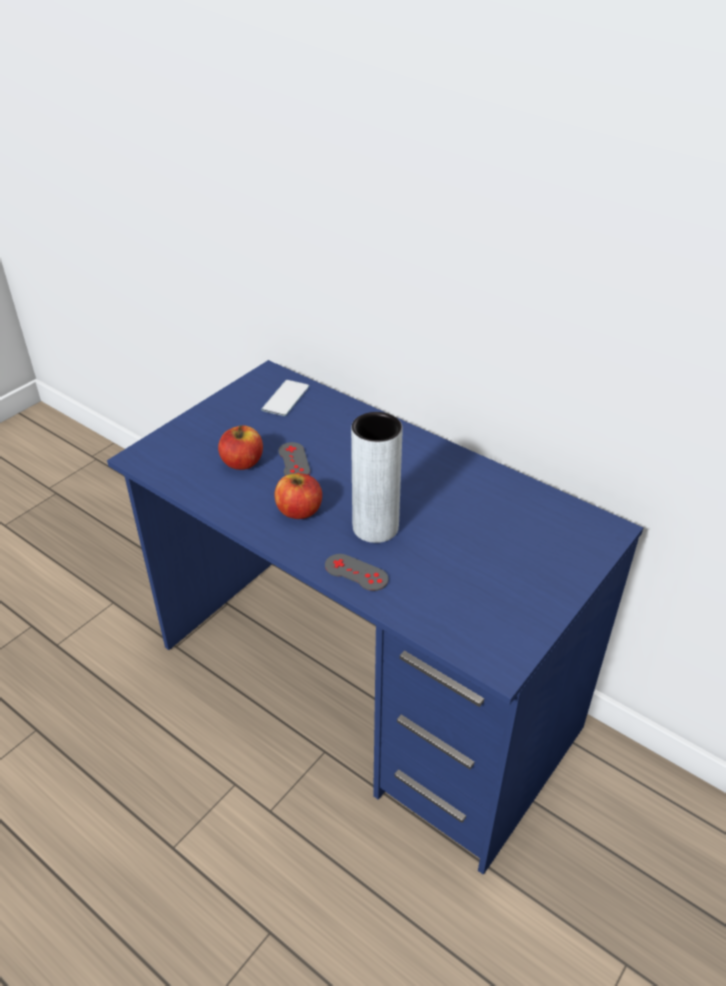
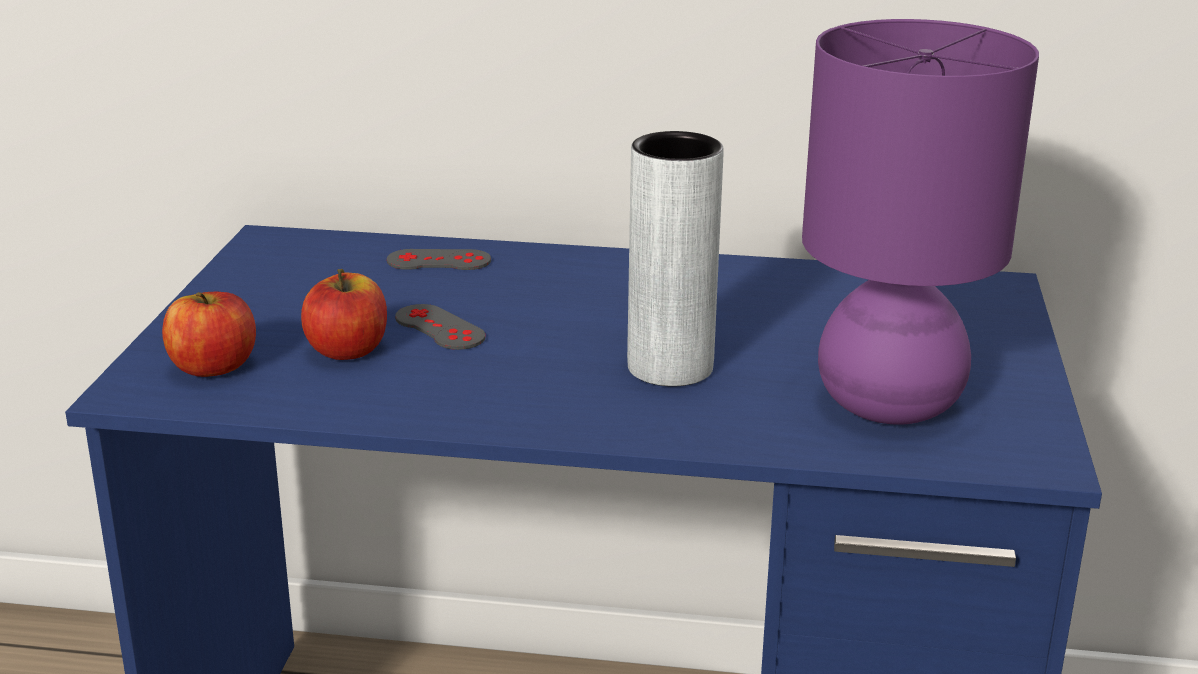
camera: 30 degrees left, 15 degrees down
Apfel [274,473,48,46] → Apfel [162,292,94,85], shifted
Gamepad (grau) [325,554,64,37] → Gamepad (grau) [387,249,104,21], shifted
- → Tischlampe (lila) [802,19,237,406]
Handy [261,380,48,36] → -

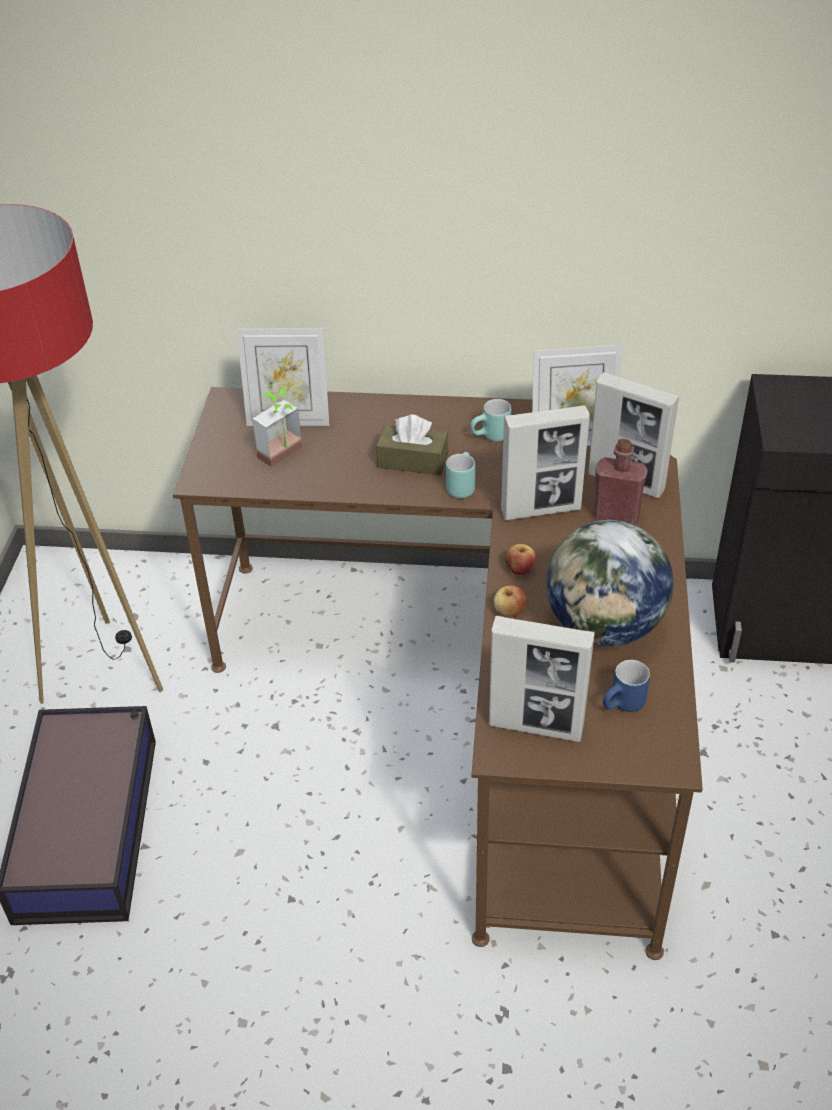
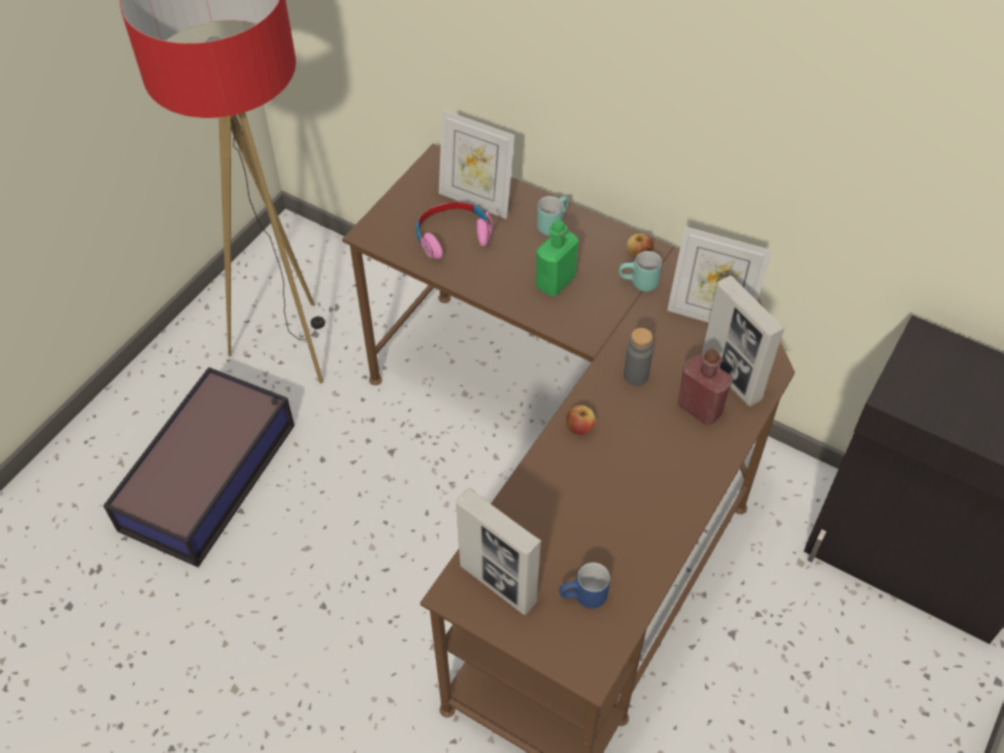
camera: 25 degrees right, 10 degrees up
Topfpflanze [252,388,50,79] → Kopfhörer (rosa) [416,202,77,57]
Taschentuchbox (braun) [376,415,72,61] → Flasche (grün) [536,220,43,76]
Henkelbecher (türkis) [446,452,29,46] → Henkelbecher (türkis) [537,196,31,40], shifted
Bilderrahmen [501,405,89,115] → Flasche (grau) [624,328,29,58]
Apfel [494,585,33,33] → Apfel [626,233,28,26], shifted
Globus [546,520,128,127] → -

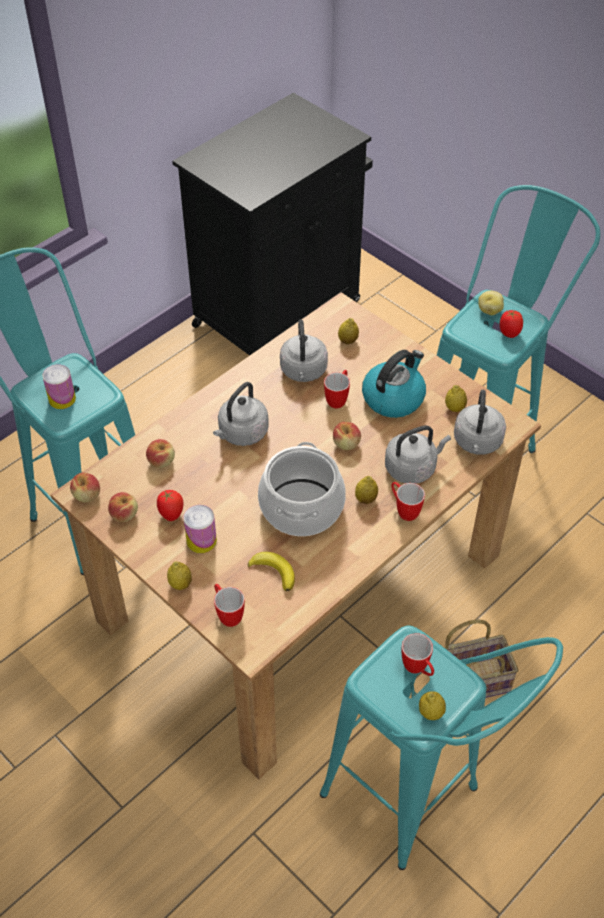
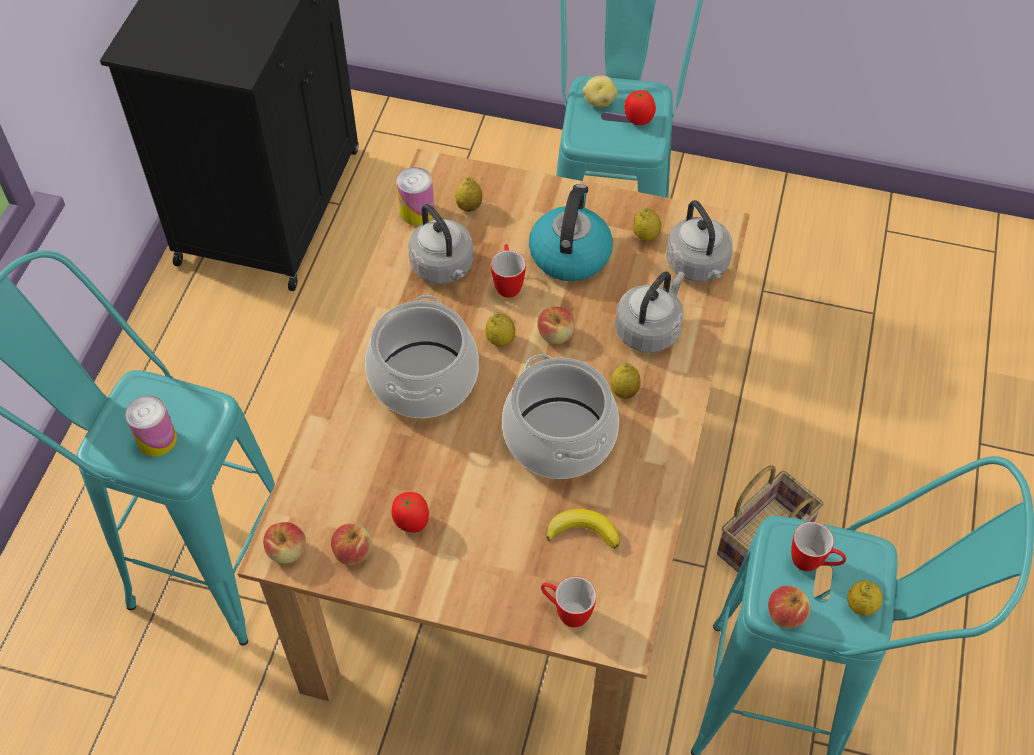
camera: 30 degrees left, 5 degrees up
Wasserkessel (grau) [213,382,56,64] → Kochtopf [365,295,114,123]
Dose [183,505,34,48] → Dose [396,167,38,58], shifted
Zitrone [167,561,25,29] → Zitrone [486,312,29,35], shifted
Apfel [146,439,29,29] → Apfel [768,586,42,42], shifted
Henkelbecher [391,482,34,39] → -

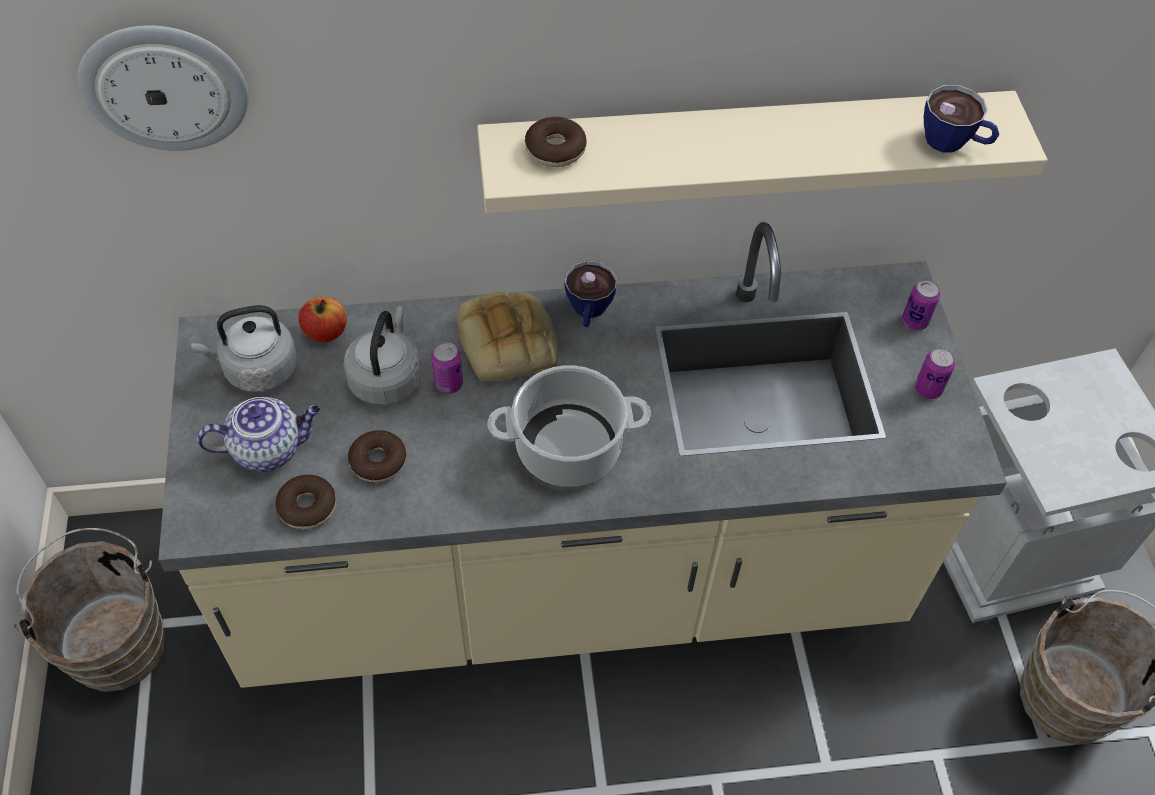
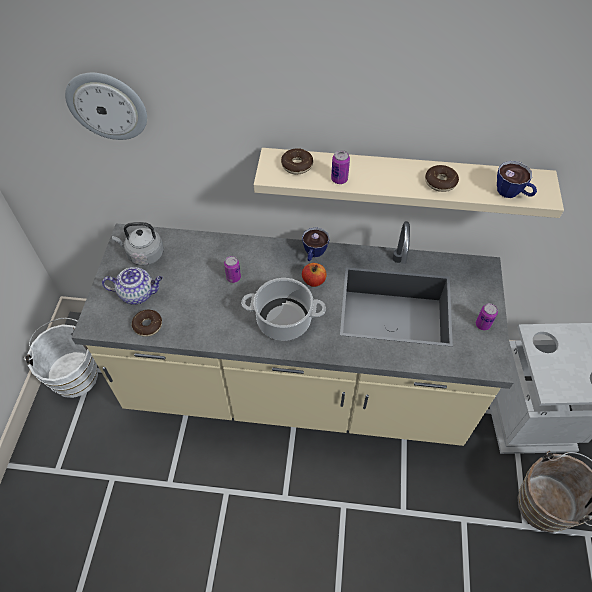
camera: 15 degrees right, 0 degrees up
Eimer (braun) [14,528,151,164] → Eimer (weiß) [24,318,74,80]
Apfel [299,297,48,46] → Apfel [302,263,25,24], shifted
Dose [902,279,38,51] → Dose [331,150,19,34], shifted
Donut [348,430,58,52] → Donut [425,165,34,27], shifted
Wasserkessel (grau) [344,306,77,99] → -
Brot [457,292,101,90] → -

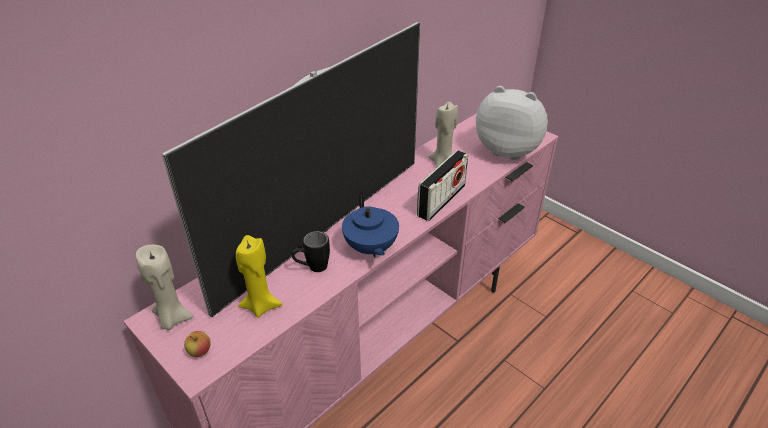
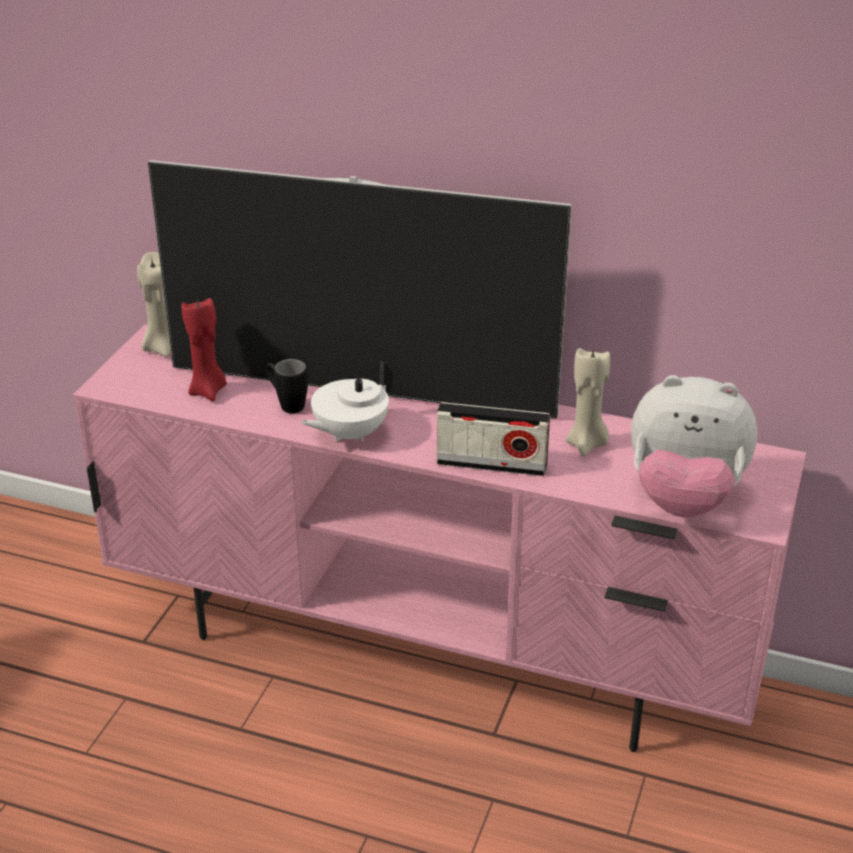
camera: 65 degrees right, 5 degrees down
Kerze (gelb) [236,235,46,83] → Kerze (rot) [181,298,46,103]
Teekanne (blau) [342,191,57,67] → Teekanne (weiß) [301,361,92,81]
Plüschtier [476,86,72,74] → Plüschtier [631,375,126,142], 105 degrees clockwise
Apfel [184,331,27,26] → -

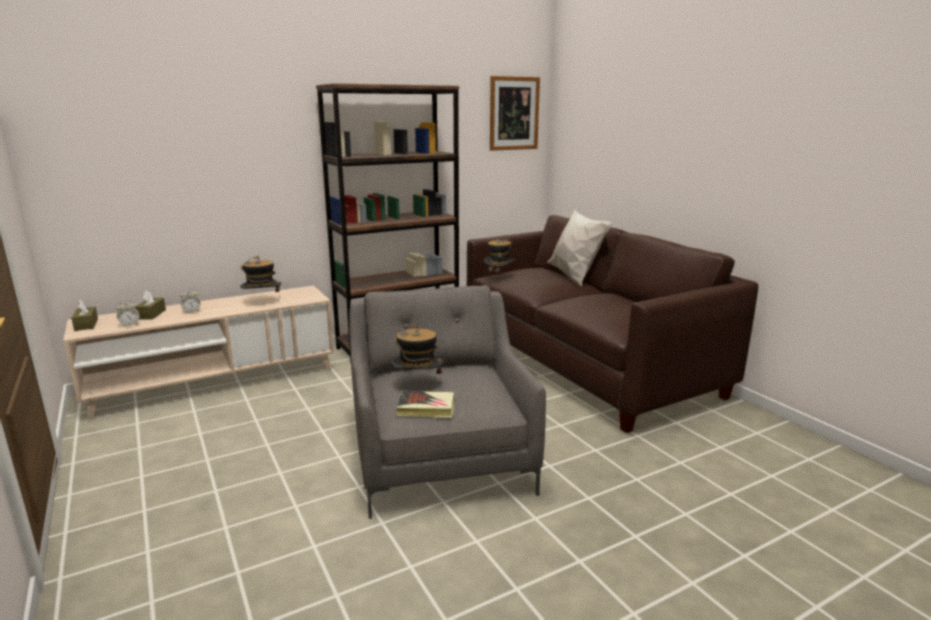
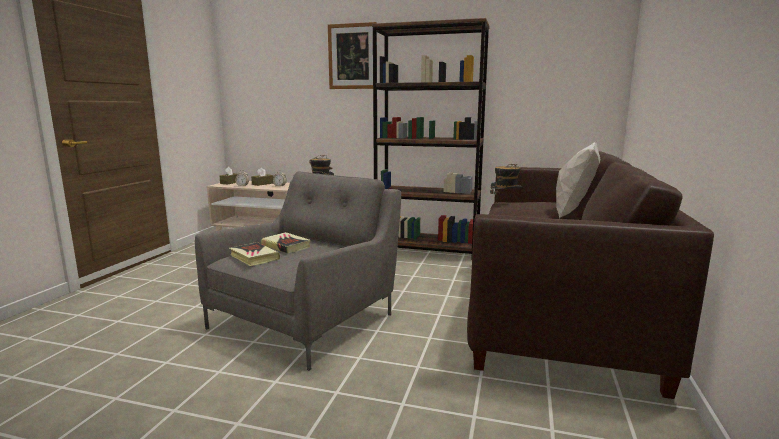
camera: 45 degrees right, 5 degrees down
Hut [392,322,53,58] → Buch [261,232,50,22]
Bild [490,76,50,75] → Bild [328,22,49,67], shifted

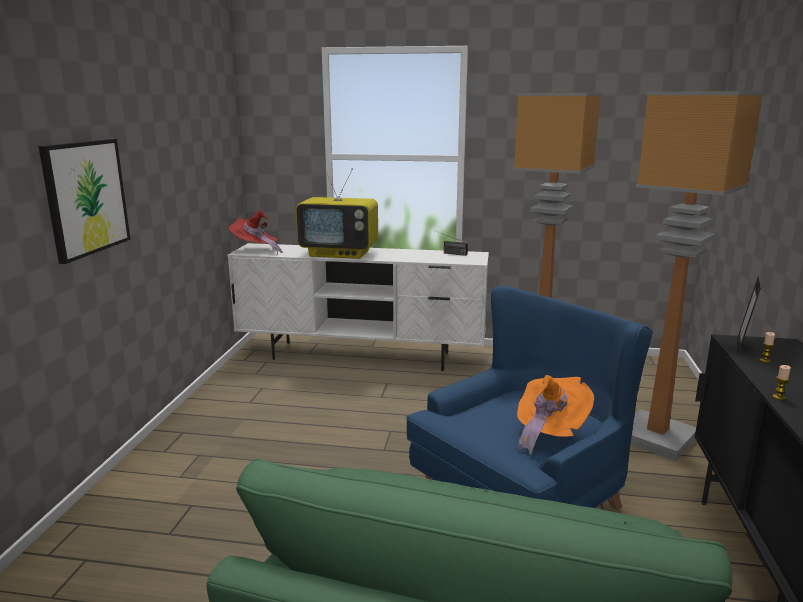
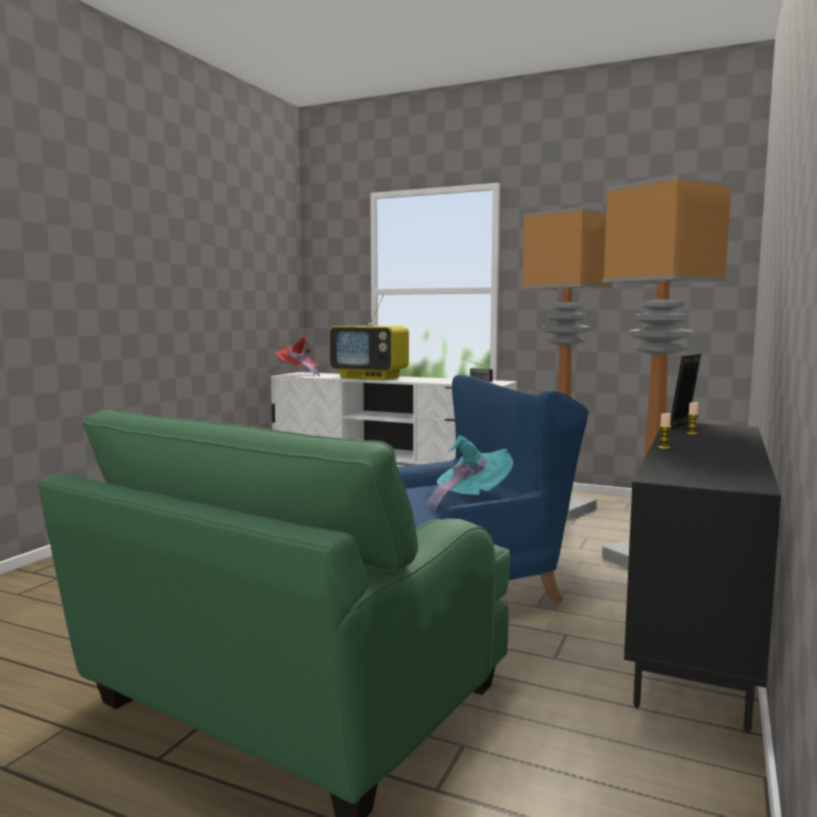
camera: 15 degrees right, 10 degrees down
Hut (orange) [517,375,77,80] → Hut (türkis) [426,435,87,75]
Bild [39,139,92,125] → -

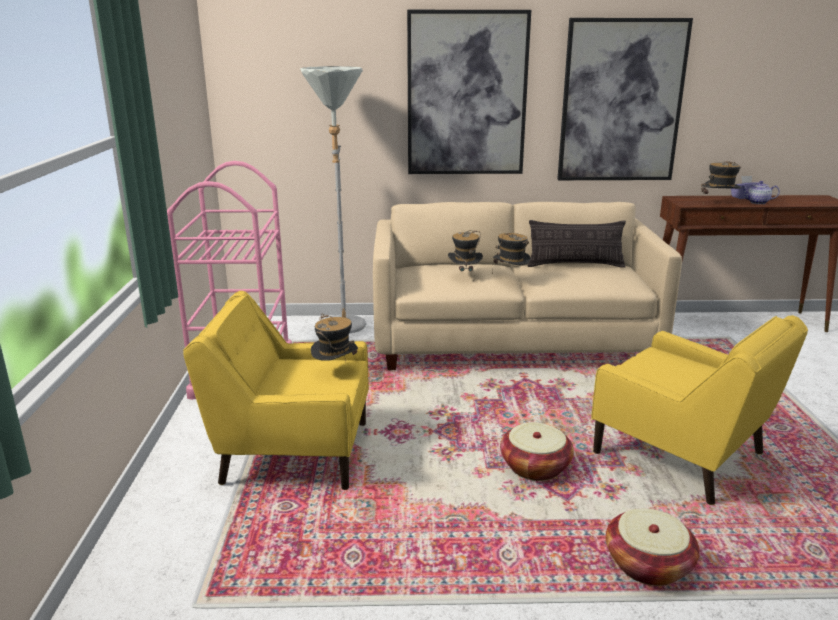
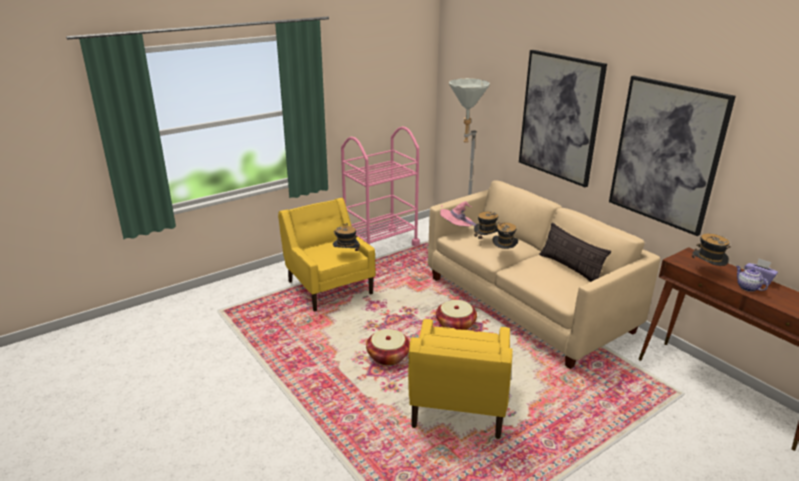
camera: 55 degrees right, 5 degrees up
Korb [606,508,94,78] → Korb [436,300,41,30], shifted
- → Hut (rosa) [440,201,36,26]

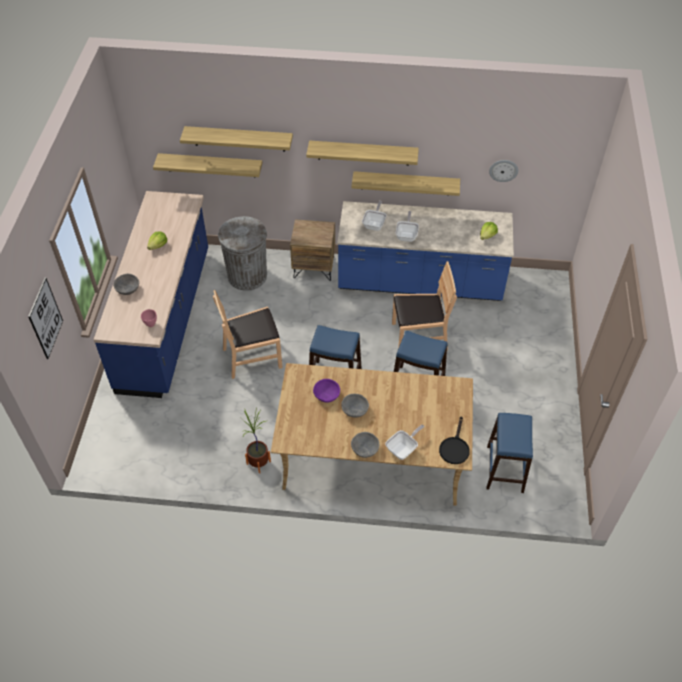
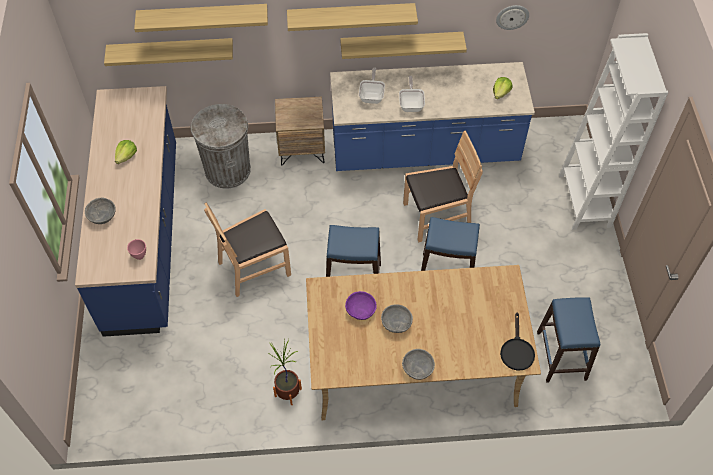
camera: 10 degrees left, 5 degrees up
- → Bücherregal (weiß) [559,33,109,197]
Bild [28,277,35,82] → -
Pfanne [385,425,40,35] → -

